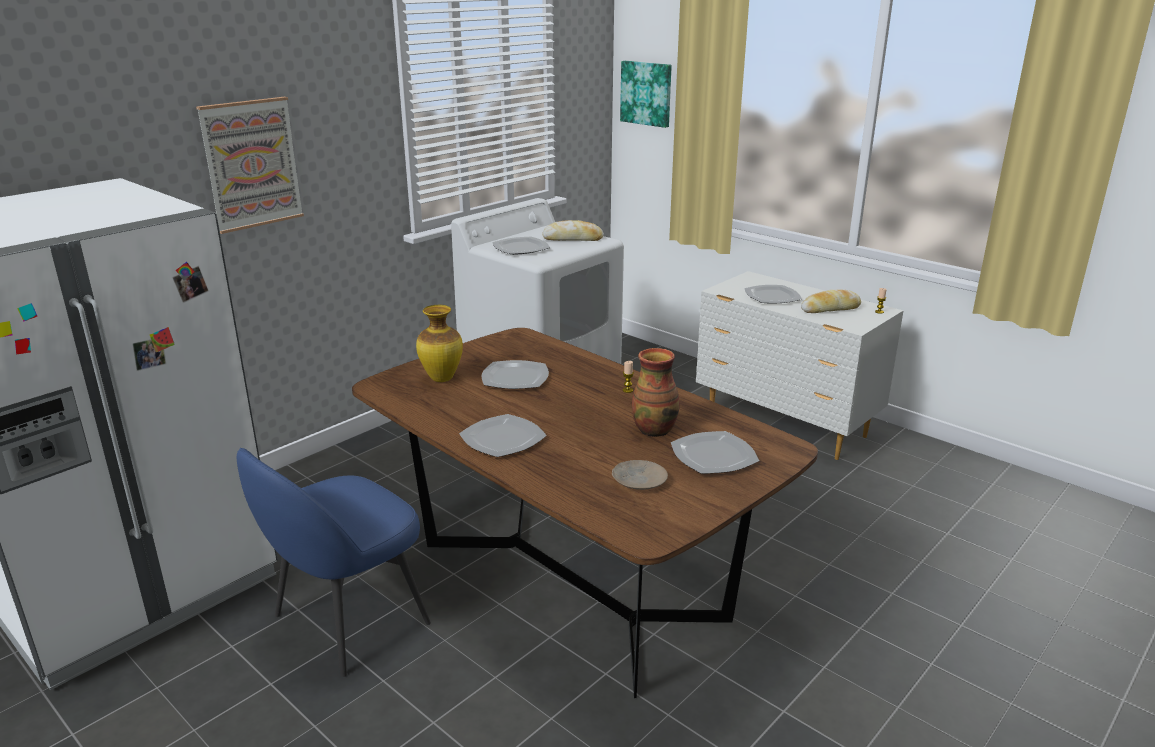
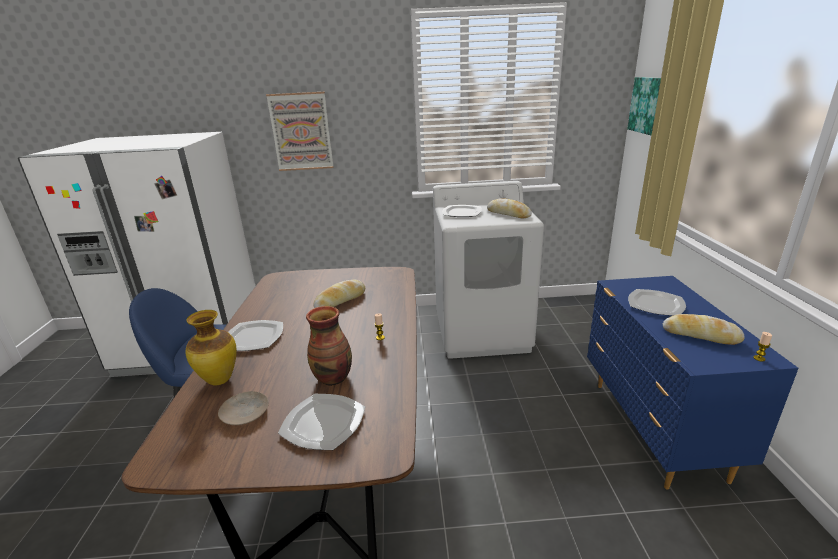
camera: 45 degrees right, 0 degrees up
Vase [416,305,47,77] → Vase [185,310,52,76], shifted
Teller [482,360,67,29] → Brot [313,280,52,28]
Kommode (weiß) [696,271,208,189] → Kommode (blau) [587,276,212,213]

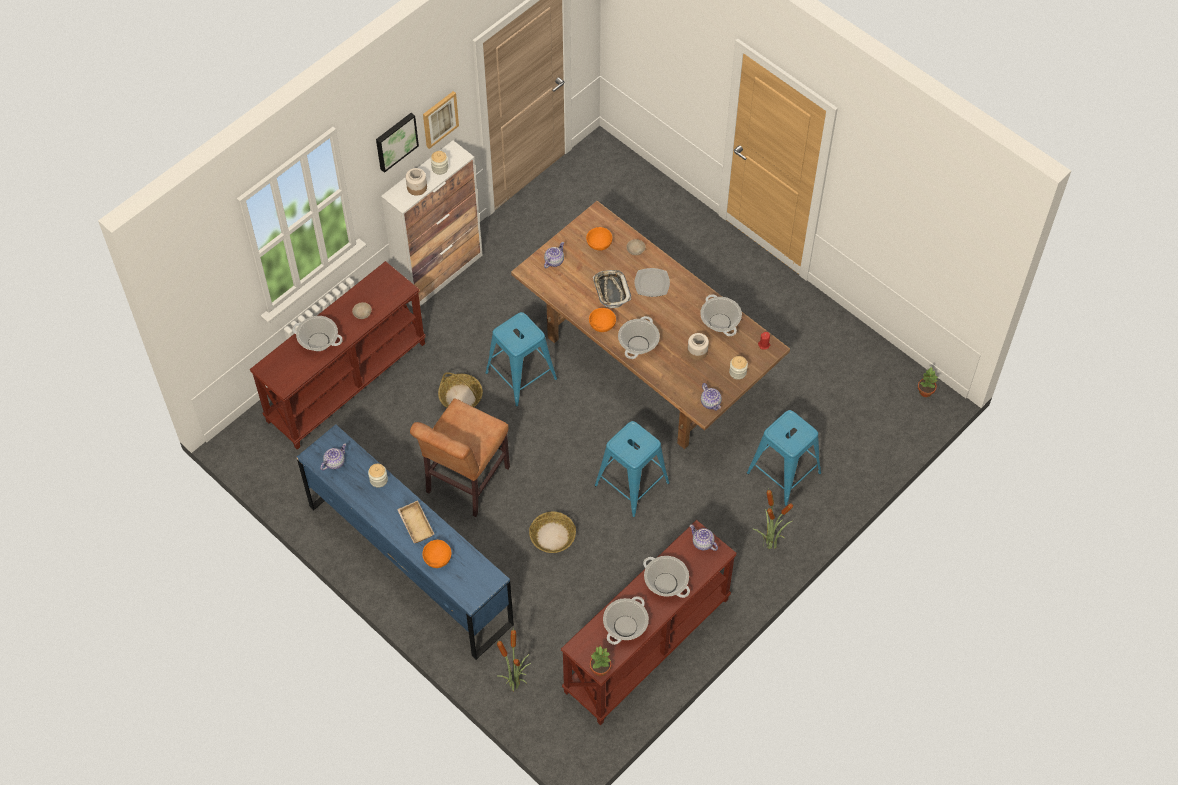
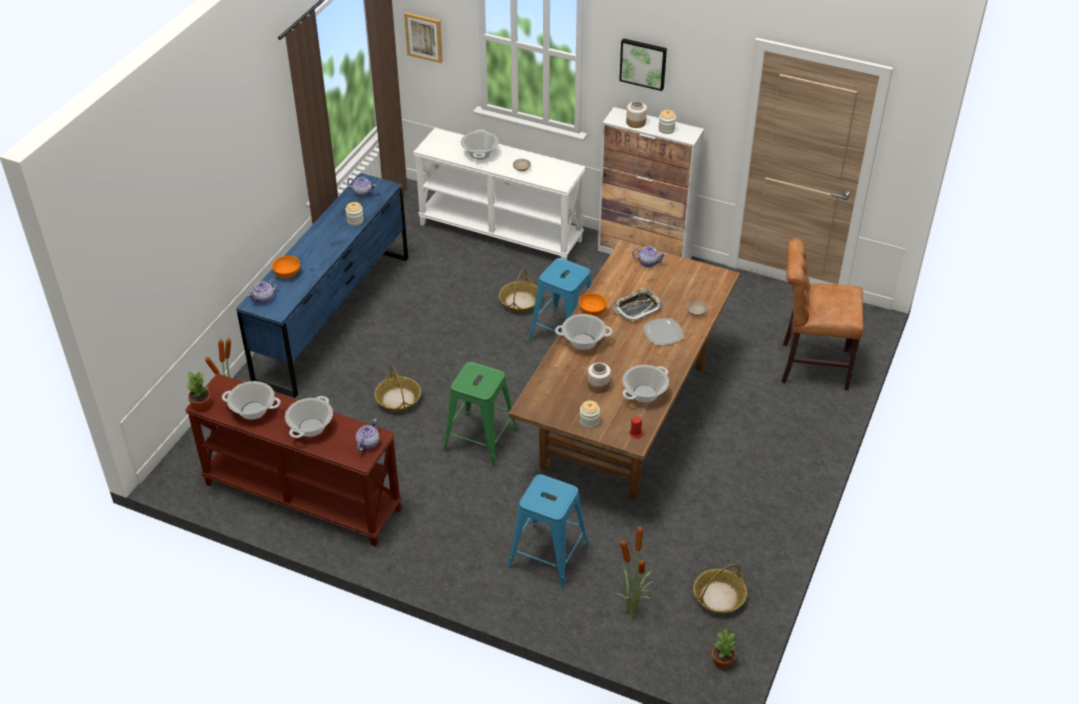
camera: 70 degrees right, 15 degrees down
Teekanne [701,383,21,28] → Teekanne [247,279,30,24], shifted
Bild [423,91,36,58] → Bild [404,12,39,51], shifted
Konsolentisch (braun) [250,261,176,189] → Konsolentisch (weiß) [414,128,171,132]
Hocker (blau) [595,421,75,96] → Hocker (grün) [443,362,74,105]
Topfpflanze [752,488,42,61] → Topfpflanze [615,525,38,93], shifted
- → Korb [693,564,54,50]
Stuhl (braun) [410,398,100,119] → Stuhl (braun) [782,238,82,152], shifted
Tablett (beige) [397,500,37,43] → -
Schüssel (orange) [586,227,26,23] → -

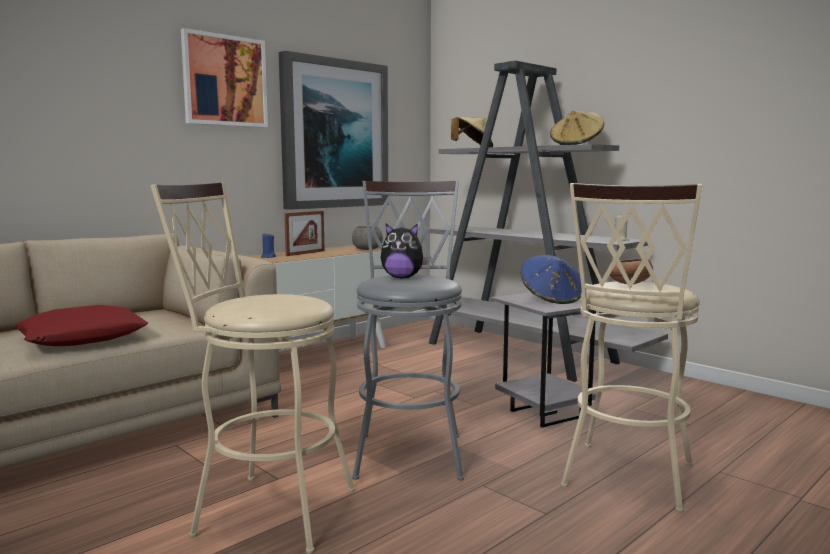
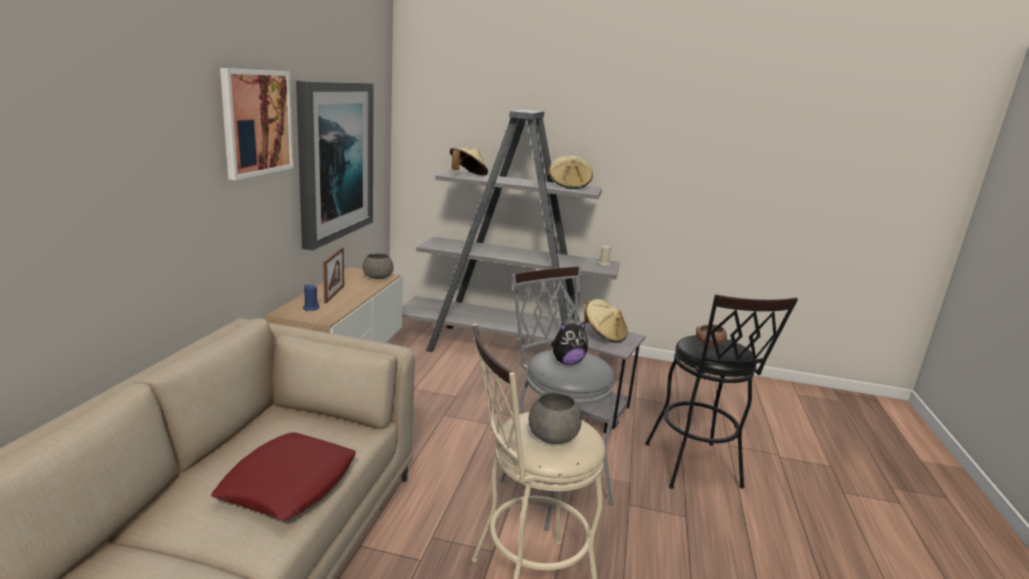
camera: 35 degrees left, 10 degrees up
- → Schüssel (grau) [529,392,53,52]
Hut (blau) [521,255,61,49] → Hut (beige) [584,299,44,44]
Hocker (beige) [561,183,141,330] → Hocker (schwarz) [645,294,153,195]

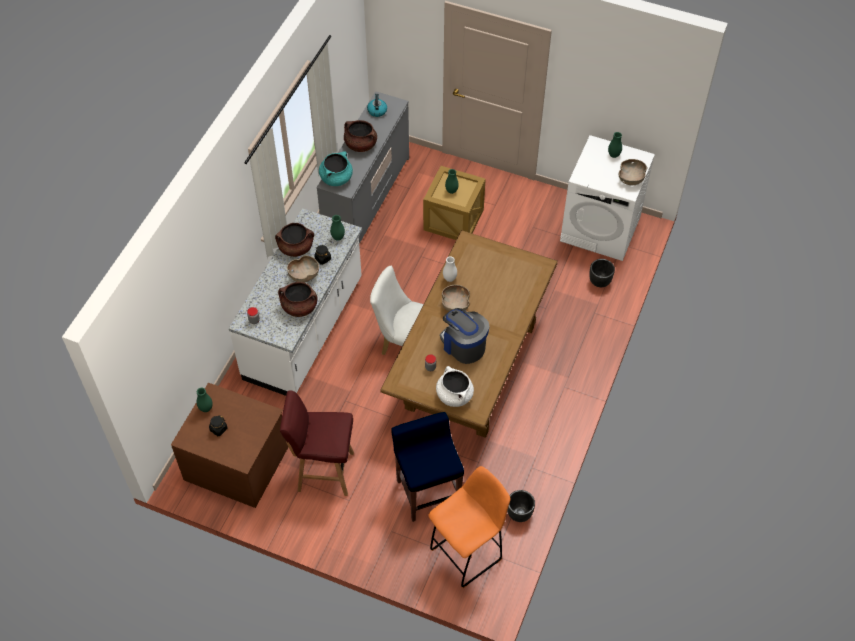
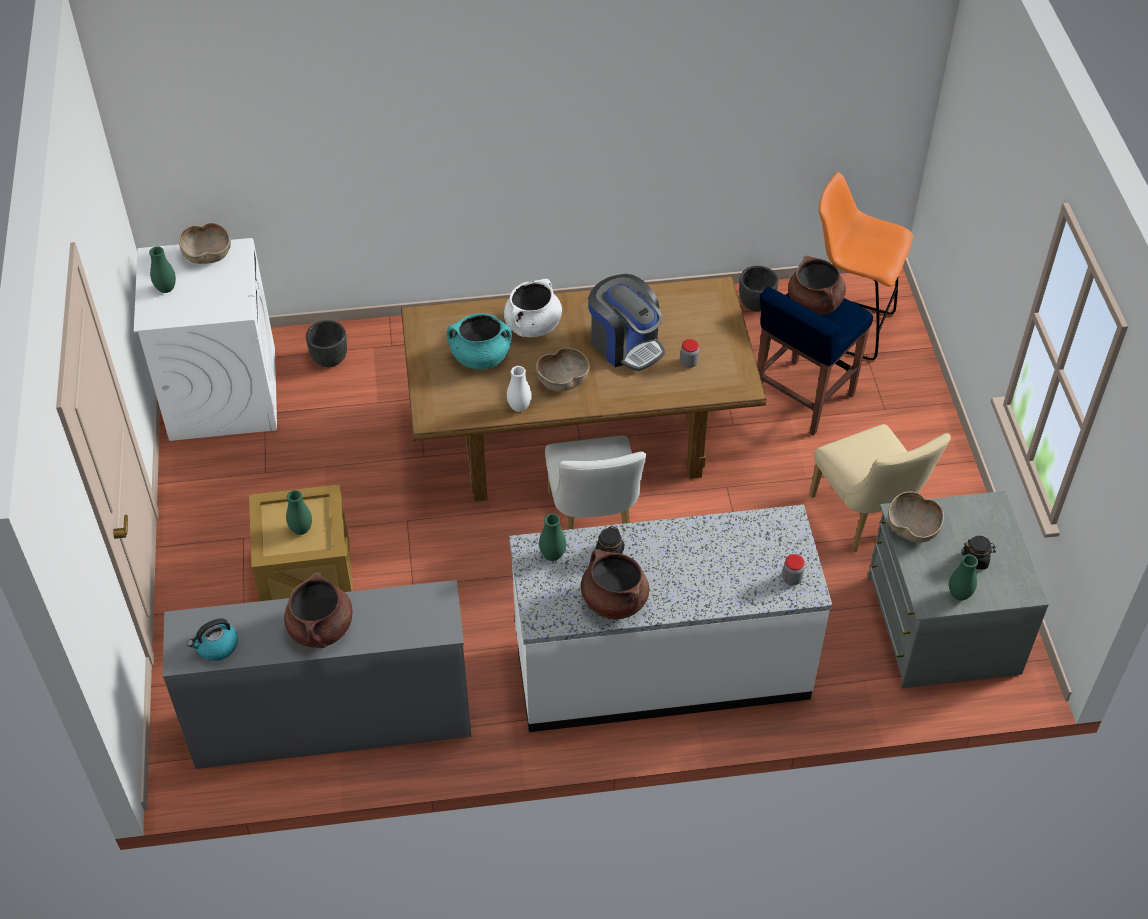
camera: 120 degrees left, 5 degrees down
Kochtopf (türkis) [319,151,34,35] → Kochtopf (türkis) [447,313,65,56], shifted
Kochtopf (weiß) [436,366,38,41] → Kochtopf (weiß) [504,279,58,58], shifted
Kaffeemaschine [440,308,49,56] → Kaffeemaschine [588,274,77,97], 60 degrees counterclockwise
Kochtopf (braun) [278,282,40,35] → Kochtopf (braun) [788,256,58,59], shifted
Hocker (rot) [280,390,74,106] → Stuhl (beige) [809,424,142,128]
Kommode (braun) [171,383,117,125] → Kommode (grau) [868,491,181,197]
Schüssel (braun) [287,255,32,27] → Schüssel (braun) [888,492,56,51], shifted

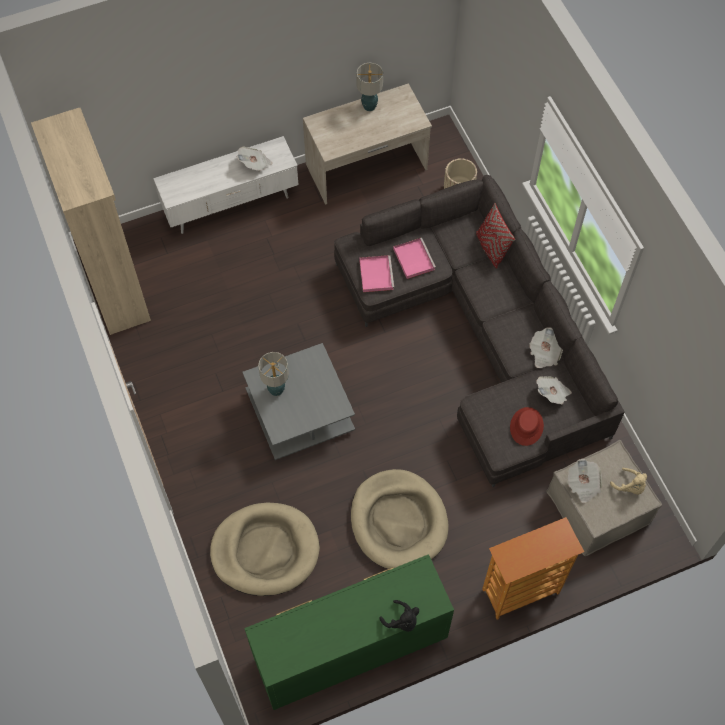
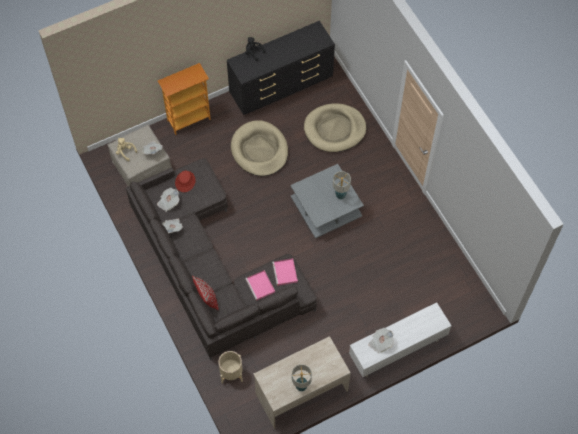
camera: 175 degrees right, 0 degrees up
Kommode (grün) [244,554,210,156] → Kommode (schwarz) [227,21,108,94]
Bücherregal (beige) [31,108,120,227] → -

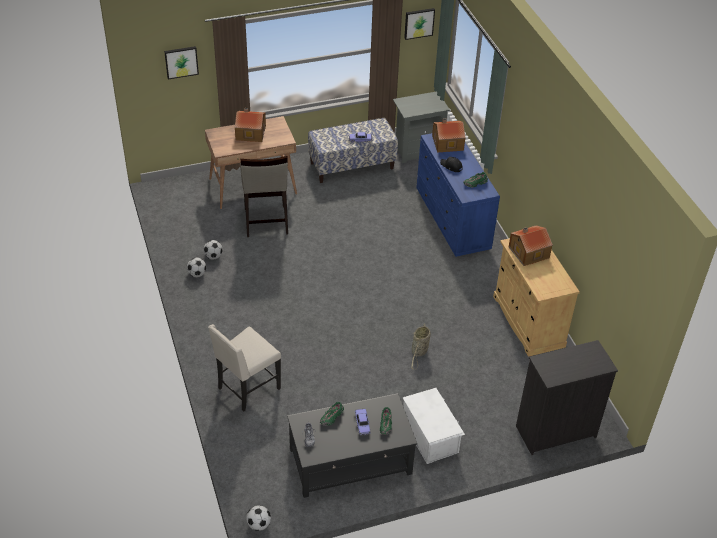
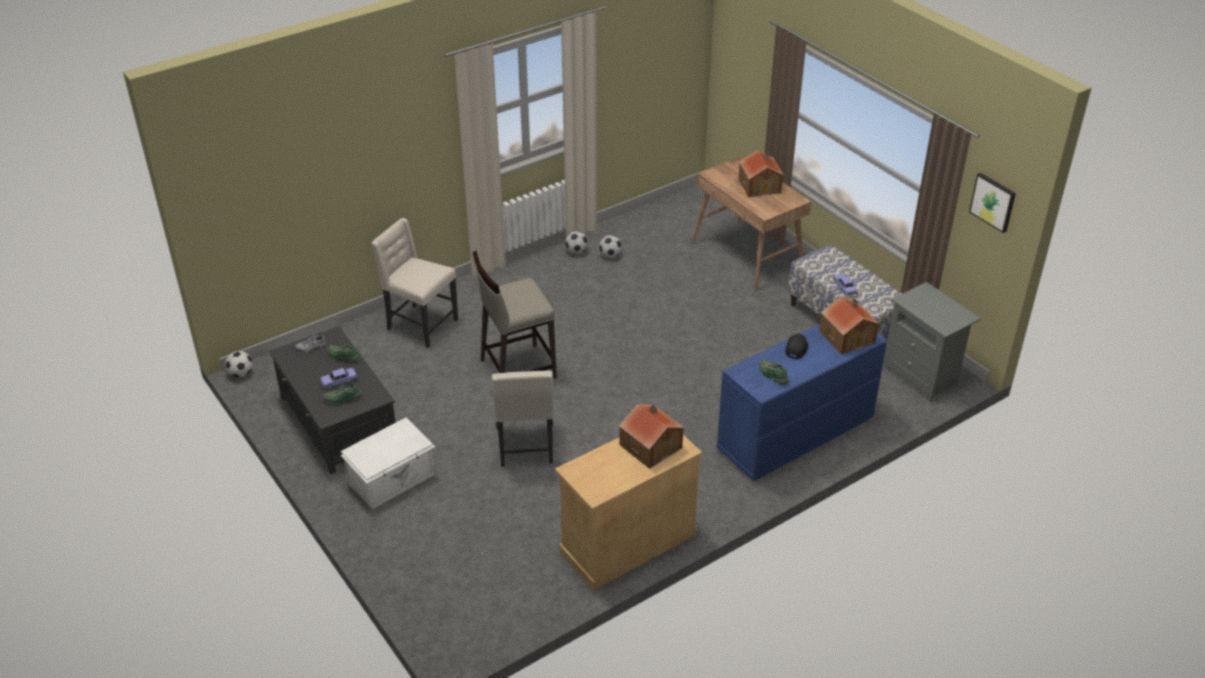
camera: 75 degrees right, 5 degrees down
Hocker (beige) [240,156,48,81] → Hocker (beige) [473,251,84,128], shifted
Korb [411,324,20,46] → Stuhl (beige) [492,371,62,96]
Bild [164,46,35,33] → -
Kommode (schwarz) [516,340,102,115] → -

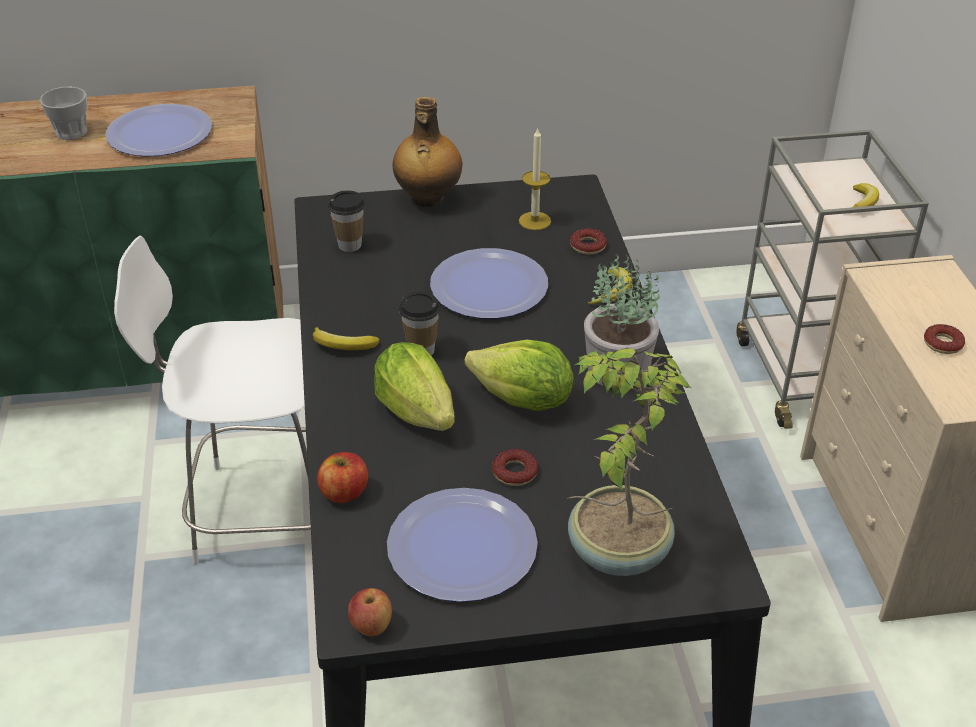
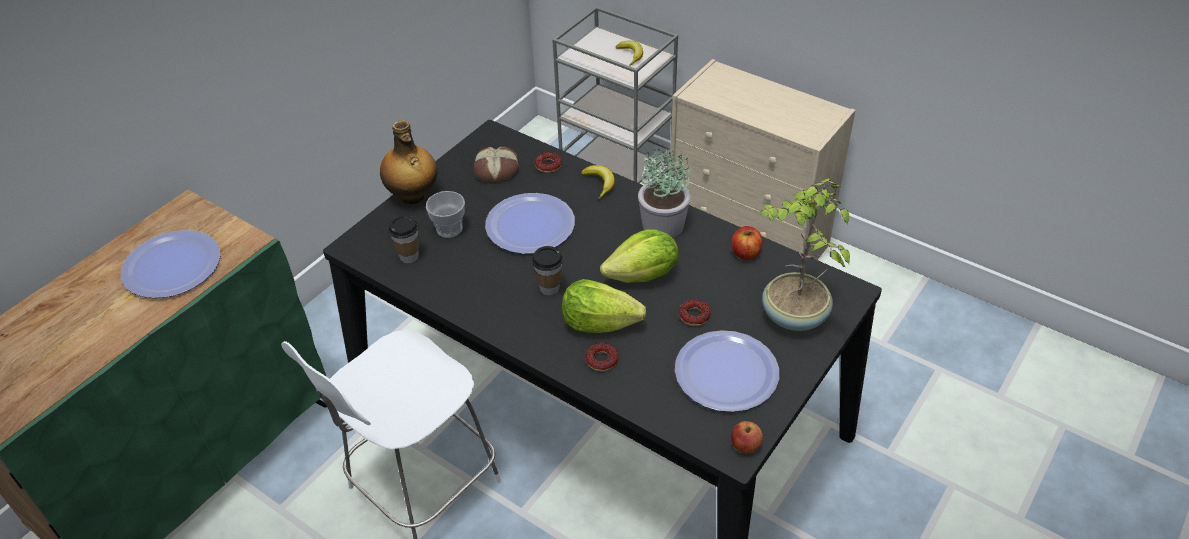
camera: 45 degrees left, 5 degrees up
Tasse [39,87,49,53] → Tasse [426,191,39,47], shifted
Kerze [519,128,32,102] → Brot [474,147,45,35]
Donut [924,324,41,30] → Donut [585,343,34,28], shifted
Apfel [317,452,51,51] → Apfel [732,226,31,34], shifted
Banane [313,327,67,23] → -

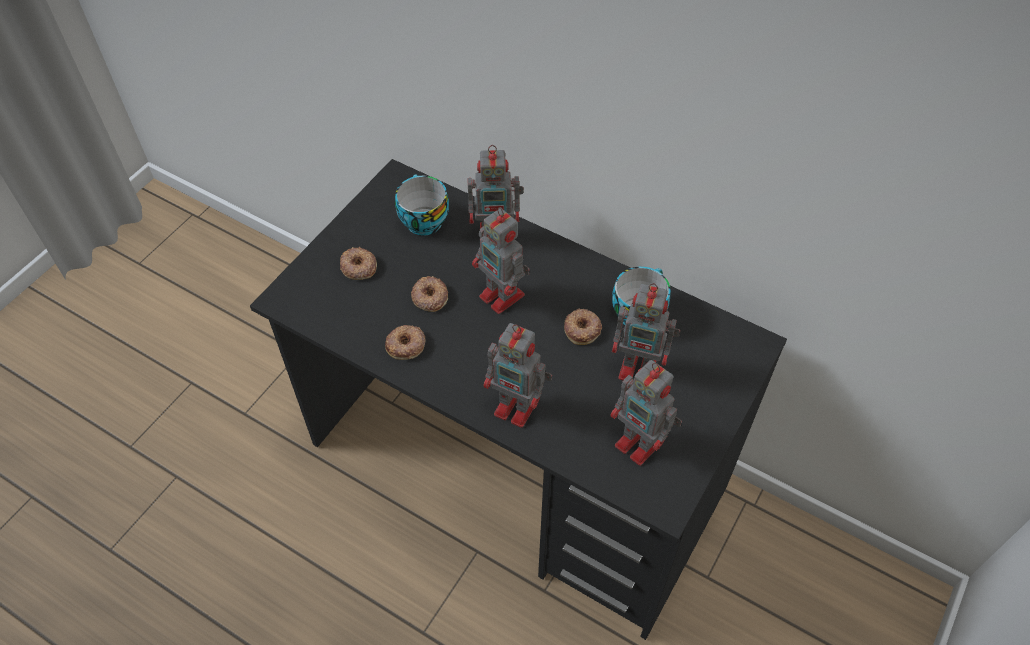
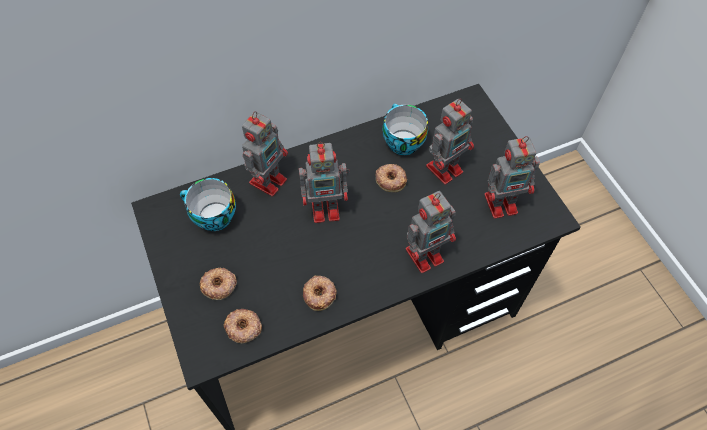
camera: 55 degrees left, 5 degrees up
Donut [411,276,37,36] → Donut [224,309,38,34], shifted

